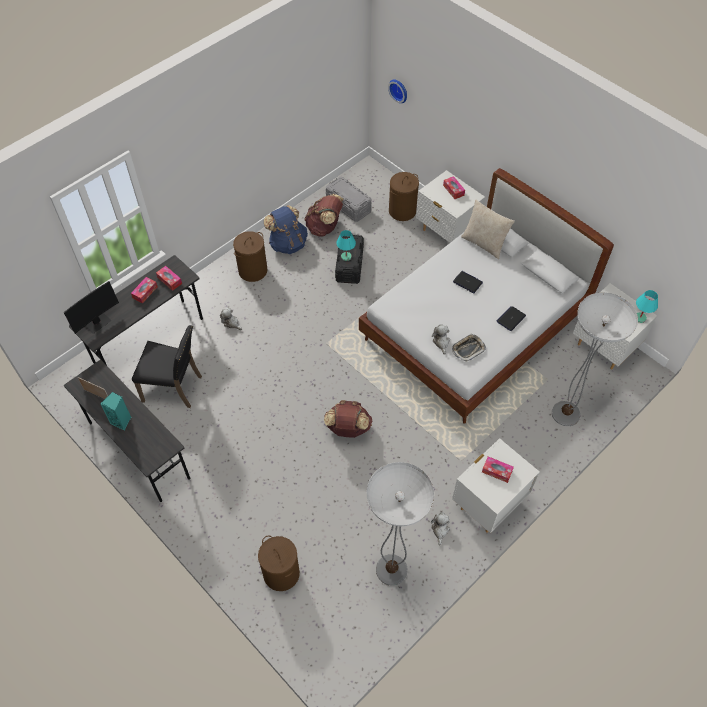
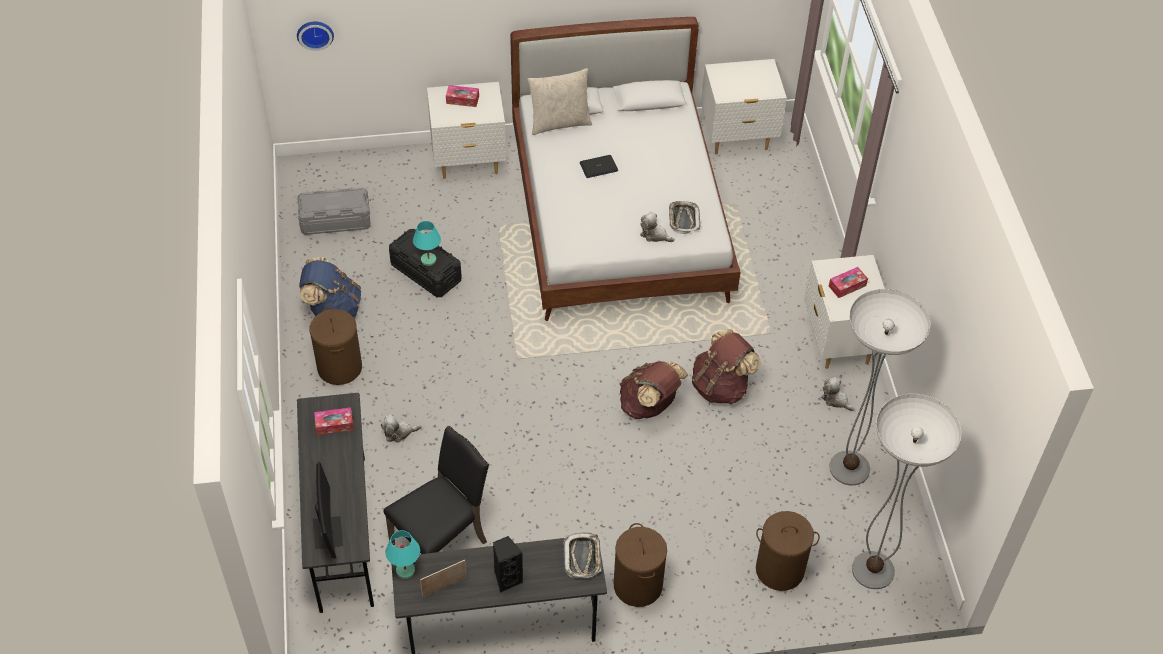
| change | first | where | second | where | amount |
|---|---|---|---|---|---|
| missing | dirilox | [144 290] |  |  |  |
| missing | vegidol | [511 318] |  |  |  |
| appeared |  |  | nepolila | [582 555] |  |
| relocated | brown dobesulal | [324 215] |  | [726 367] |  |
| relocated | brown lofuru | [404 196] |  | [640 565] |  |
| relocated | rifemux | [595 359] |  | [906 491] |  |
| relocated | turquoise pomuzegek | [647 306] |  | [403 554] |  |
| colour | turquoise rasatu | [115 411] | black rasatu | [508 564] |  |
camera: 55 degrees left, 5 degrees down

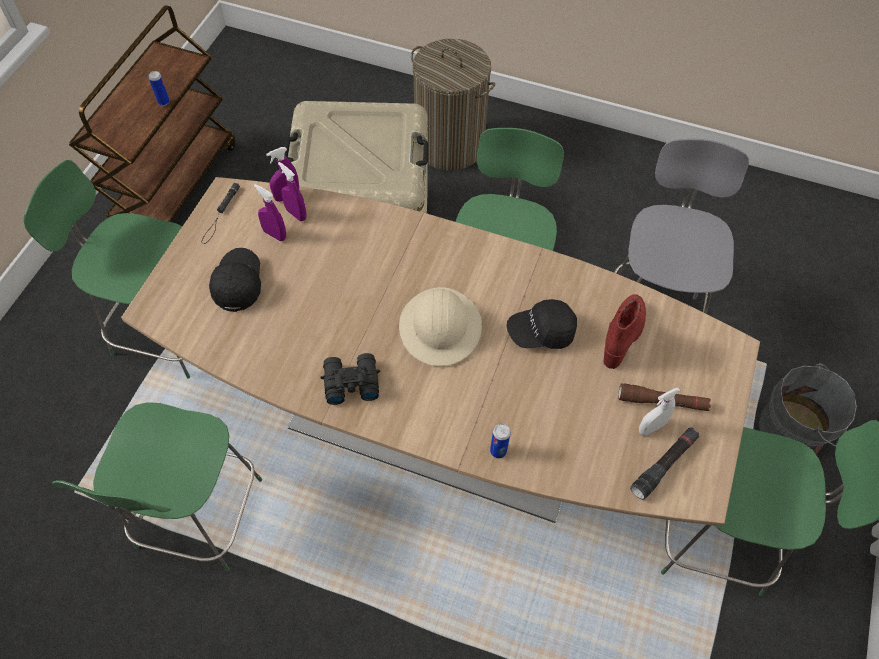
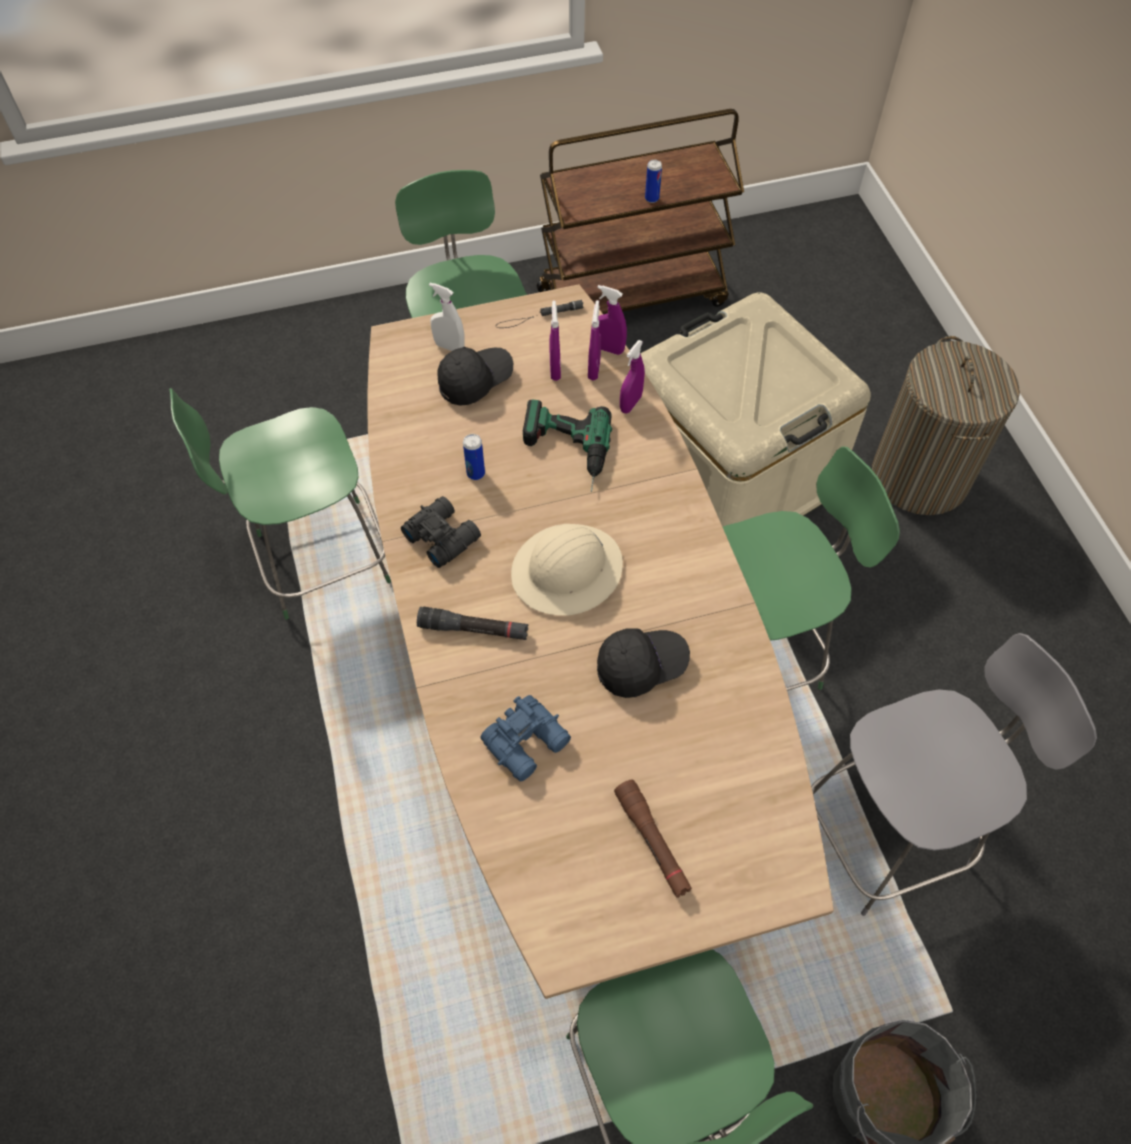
| change | first | where | second | where | amount |
|---|---|---|---|---|---|
| missing | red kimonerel | [625 331] |  |  |  |
| appeared |  |  | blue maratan | [525 738] |  |
| appeared |  |  | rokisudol | [567 446] |  |
| appeared |  |  | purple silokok | [632 377] |  |
| relocated | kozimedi | [500 441] |  | [474 457] |  |
| relocated | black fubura | [664 463] |  | [472 623] |  |
| relocated | white silokok | [659 411] |  | [446 317] |  |
| spun | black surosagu | [542 324] |  | [643 663] | 120 degrees clockwise |
camera: 55 degrees right, 0 degrees up

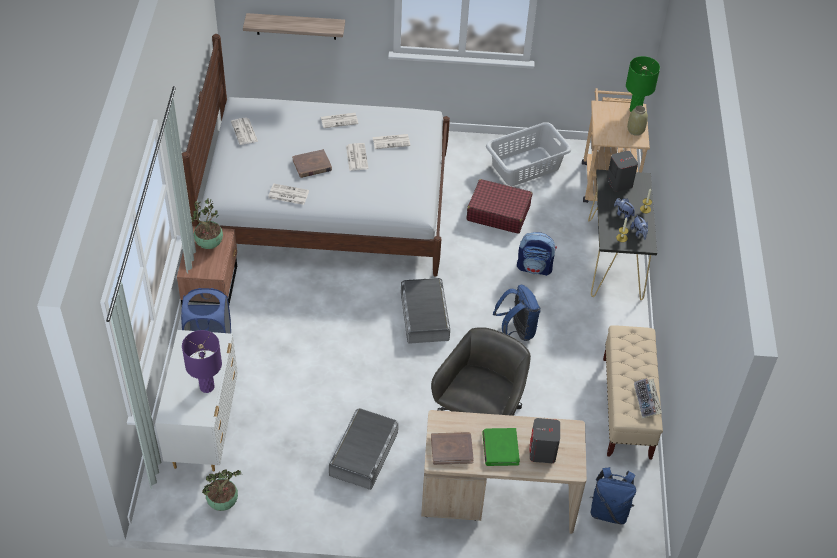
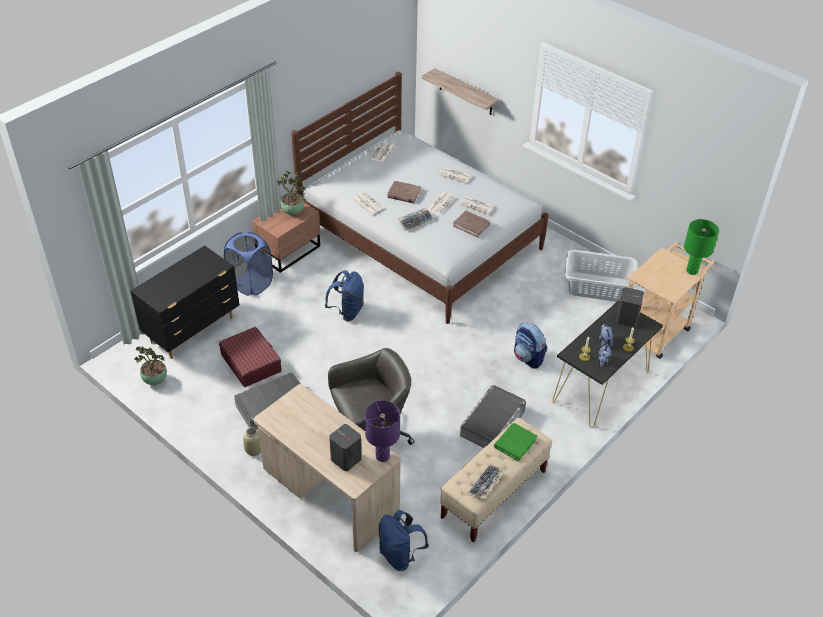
| change | first | where | second | where | amount |
|---|---|---|---|---|---|
| appeared |  |  | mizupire | [415 219] |  |
| relocated | purple pomuzegek | [202 361] |  | [382 431] |  |
| relocated | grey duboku | [425 311] |  | [493 416] |  |
| relocated | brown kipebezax | [452 448] |  | [471 224] |  |
| relocated | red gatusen | [499 206] |  | [250 357] |  |
| relocated | green kipebezax | [501 447] |  | [515 442] |  |
| relocated | blue dobesulal | [517 313] |  | [344 295] |  |
| relocated | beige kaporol | [637 120] |  | [252 441] |  |
| colour | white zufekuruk | [196 400] | black zufekuruk | [185 302] |  |
camera: 40 degrees right, 5 degrees down

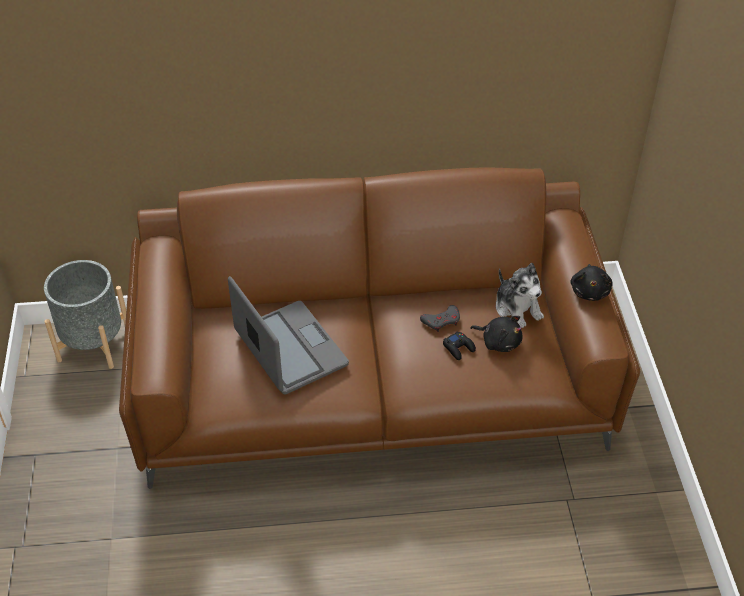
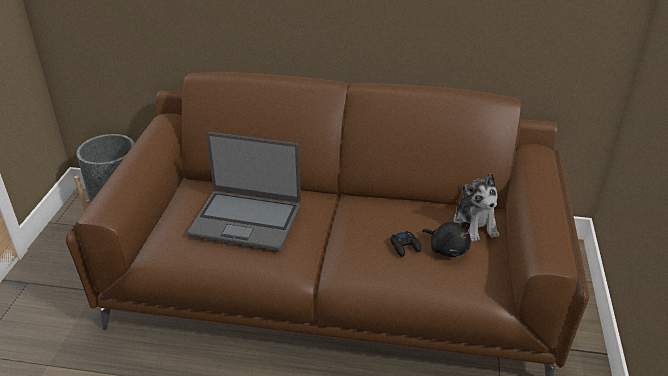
| change | first | where | second | where | amount |
|---|---|---|---|---|---|
| missing | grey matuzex | [440 318] |  |  |  |
| missing | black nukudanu | [591 282] |  |  |  |
| spun | vegidol | [288 335] |  | [244 191] | 120 degrees clockwise |
camera: 15 degrees right, 10 degrees down

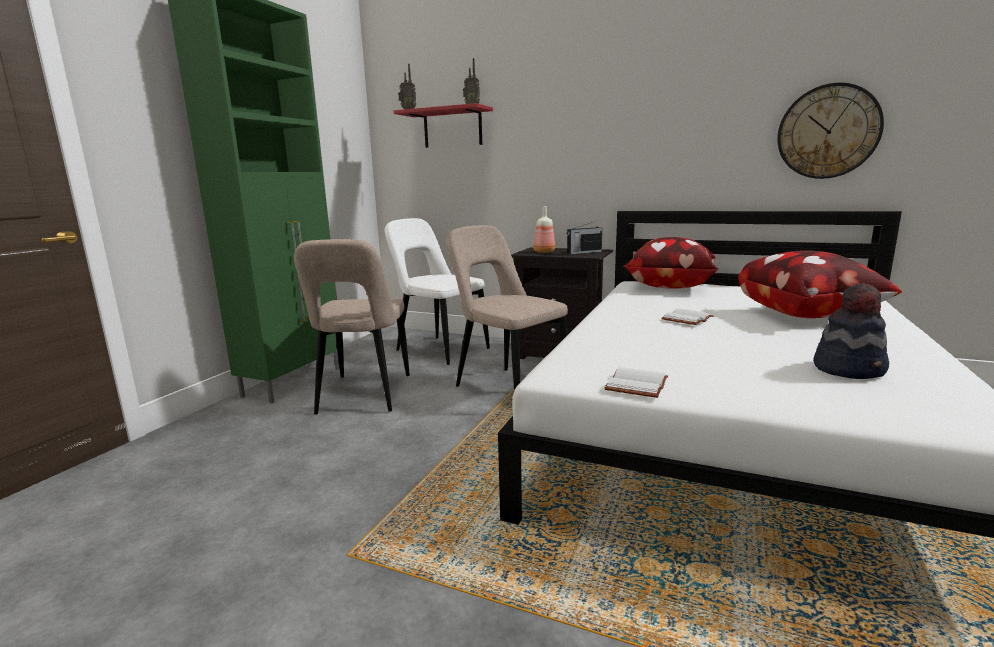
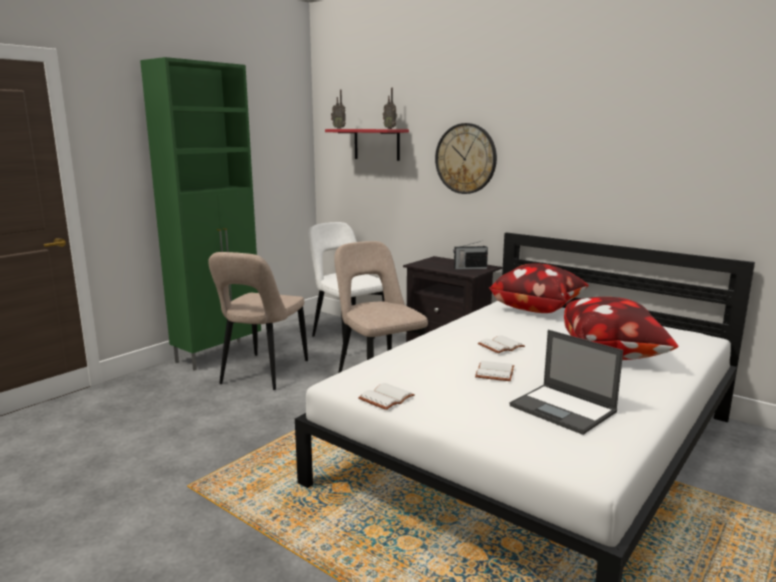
| change | first | where | second | where | amount |
|---|---|---|---|---|---|
| missing | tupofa | [544 229] |  |  |  |
| appeared |  |  | white kipebezax | [494 371] |  |
| relocated | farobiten | [830 130] |  | [466 158] |  |
| exchanged | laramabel | [851 331] | vegidol | [566 382] |  |
camera: 15 degrees right, 0 degrees up

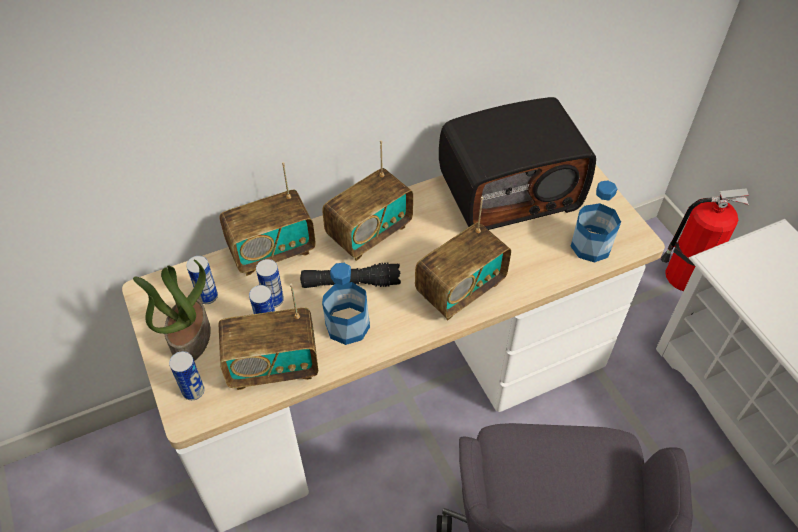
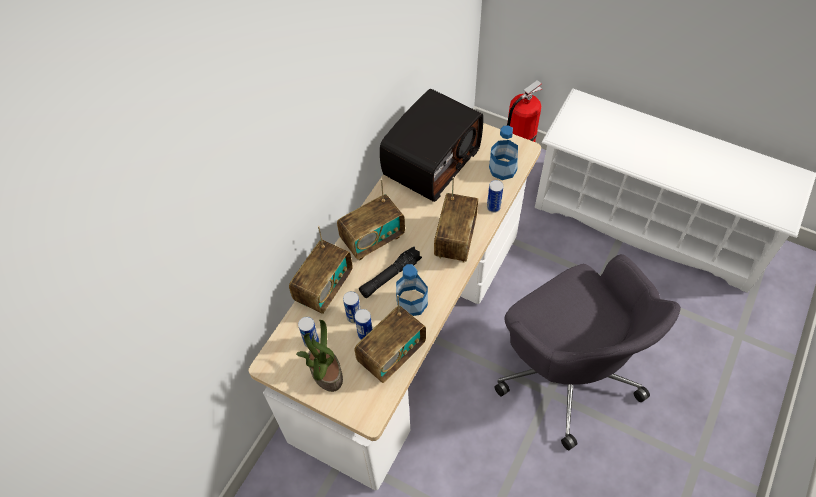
| change | first | where | second | where | amount |
|---|---|---|---|---|---|
| relocated | kozimedi | [187 375] |  | [495 196] |  |
| spun | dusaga | [367 200] |  | [371 219] | 45 degrees clockwise |
camera: 35 degrees left, 5 degrees up

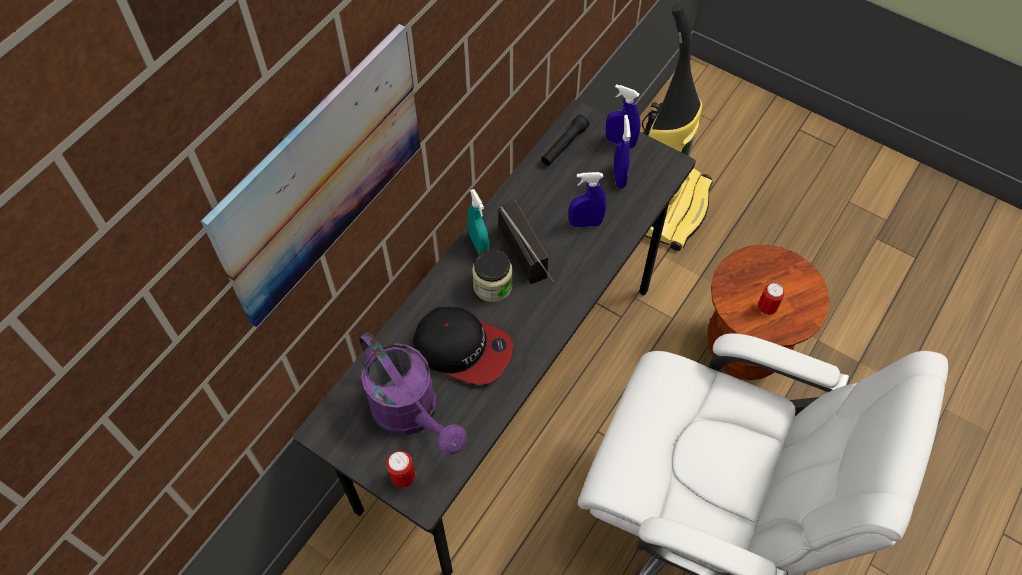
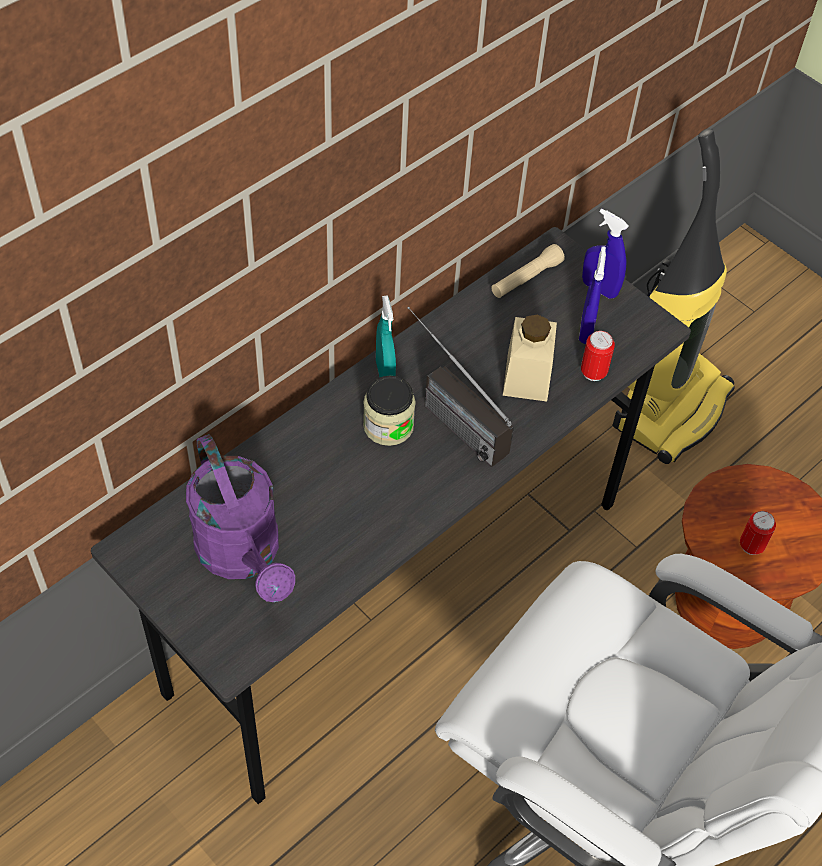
| change | first | where | second | where | amount |
|---|---|---|---|---|---|
| missing | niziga | [310 175] |  |  |  |
| missing | surosagu | [463 346] |  |  |  |
| relocated | kozimedi | [400 469] |  | [598 356] |  |
| exchanged | blue silokok | [587 199] | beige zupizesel | [530 358] |  |
| colour | black fubura | [565 140] | beige fubura | [528 271] |  |
| spun | dusaga | [526 242] |  | [461 387] | 150 degrees clockwise |
camera: 10 degrees right, 5 degrees down

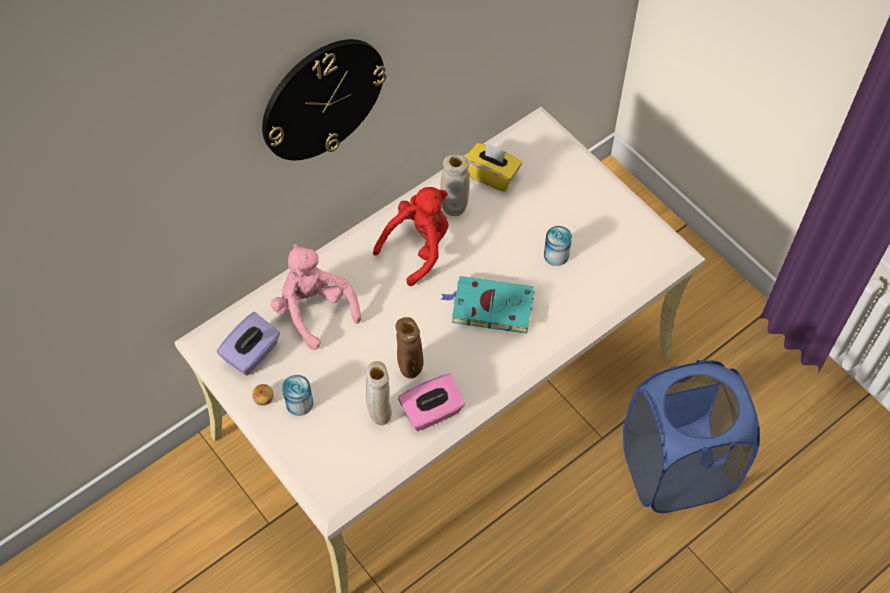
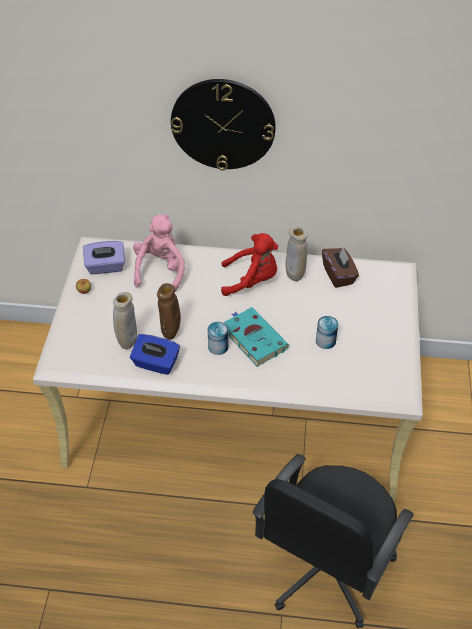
| change | first | where | second | where | amount |
|---|---|---|---|---|---|
| relocated | kozimedi | [297 395] |  | [218 338] |  |
| exchanged | blue lofuru | [691 436] | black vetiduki | [333 541] |  |
| colour | pink dirilox | [431 402] | blue dirilox | [155 354] |  |
| colour | yellow dirilox | [493 167] | brown dirilox | [340 267] |  |
camera: 45 degrees right, 10 degrees down

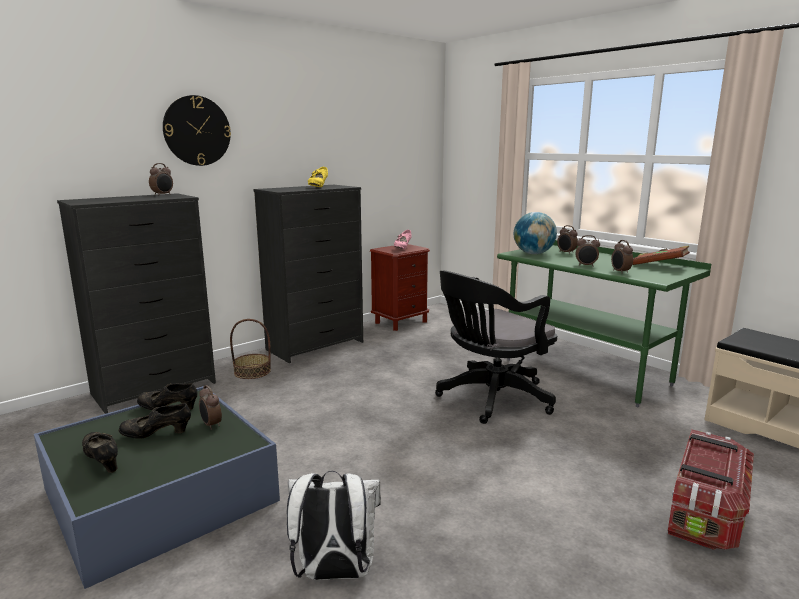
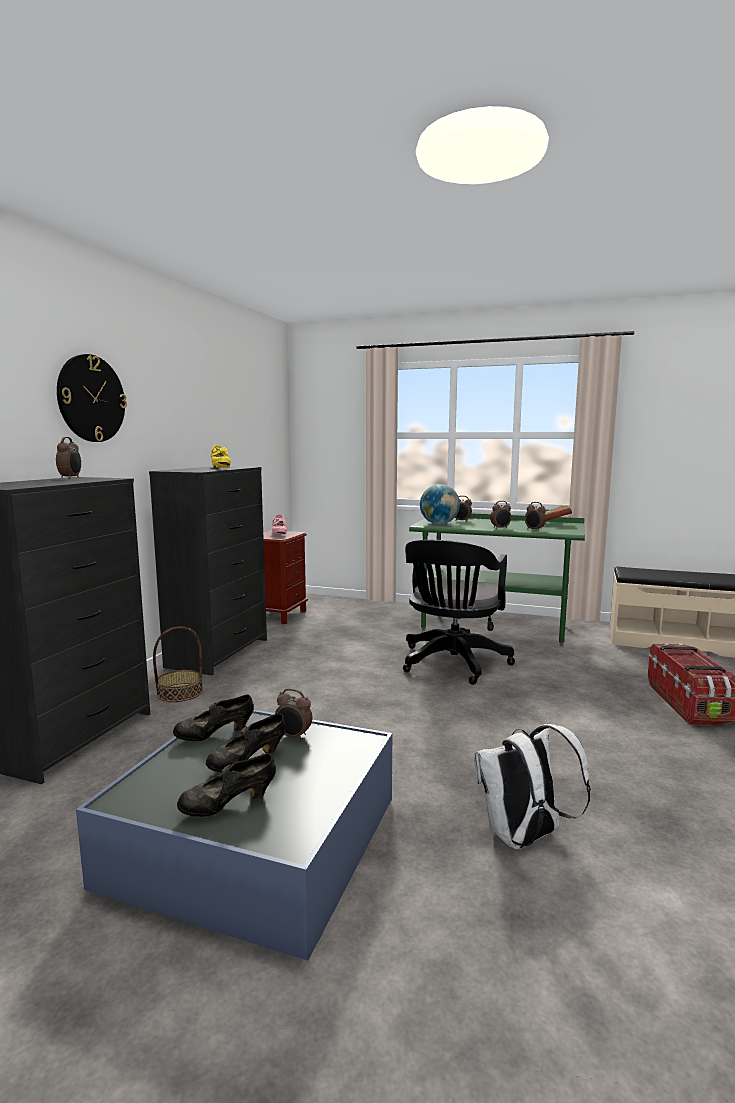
| change | first | where | second | where | amount |
|---|---|---|---|---|---|
| spun | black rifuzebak | [100 452] |  | [226 785] | 45 degrees counterclockwise |
camera: 30 degrees left, 5 degrees down

